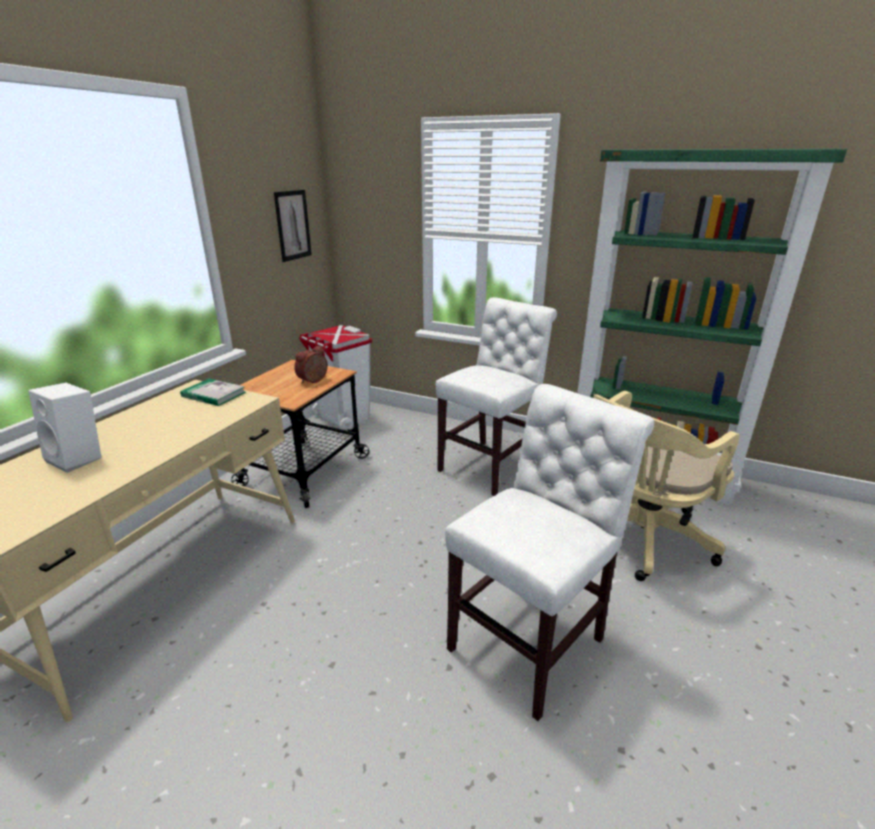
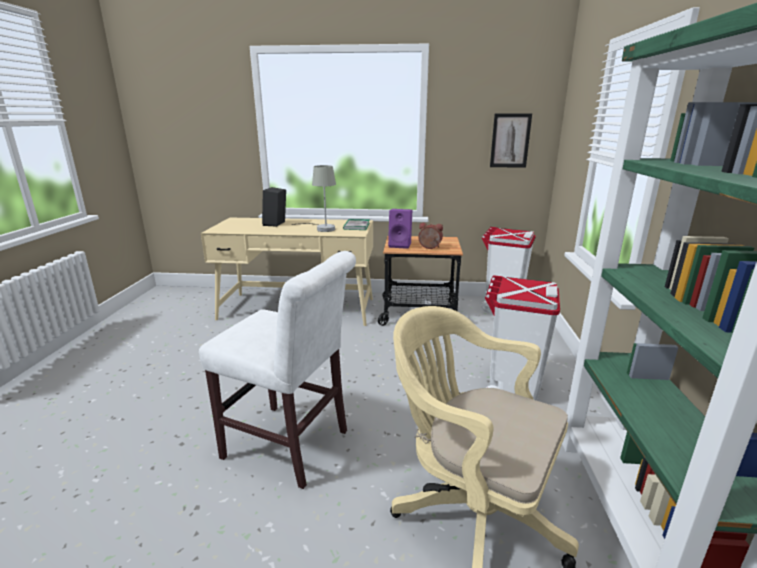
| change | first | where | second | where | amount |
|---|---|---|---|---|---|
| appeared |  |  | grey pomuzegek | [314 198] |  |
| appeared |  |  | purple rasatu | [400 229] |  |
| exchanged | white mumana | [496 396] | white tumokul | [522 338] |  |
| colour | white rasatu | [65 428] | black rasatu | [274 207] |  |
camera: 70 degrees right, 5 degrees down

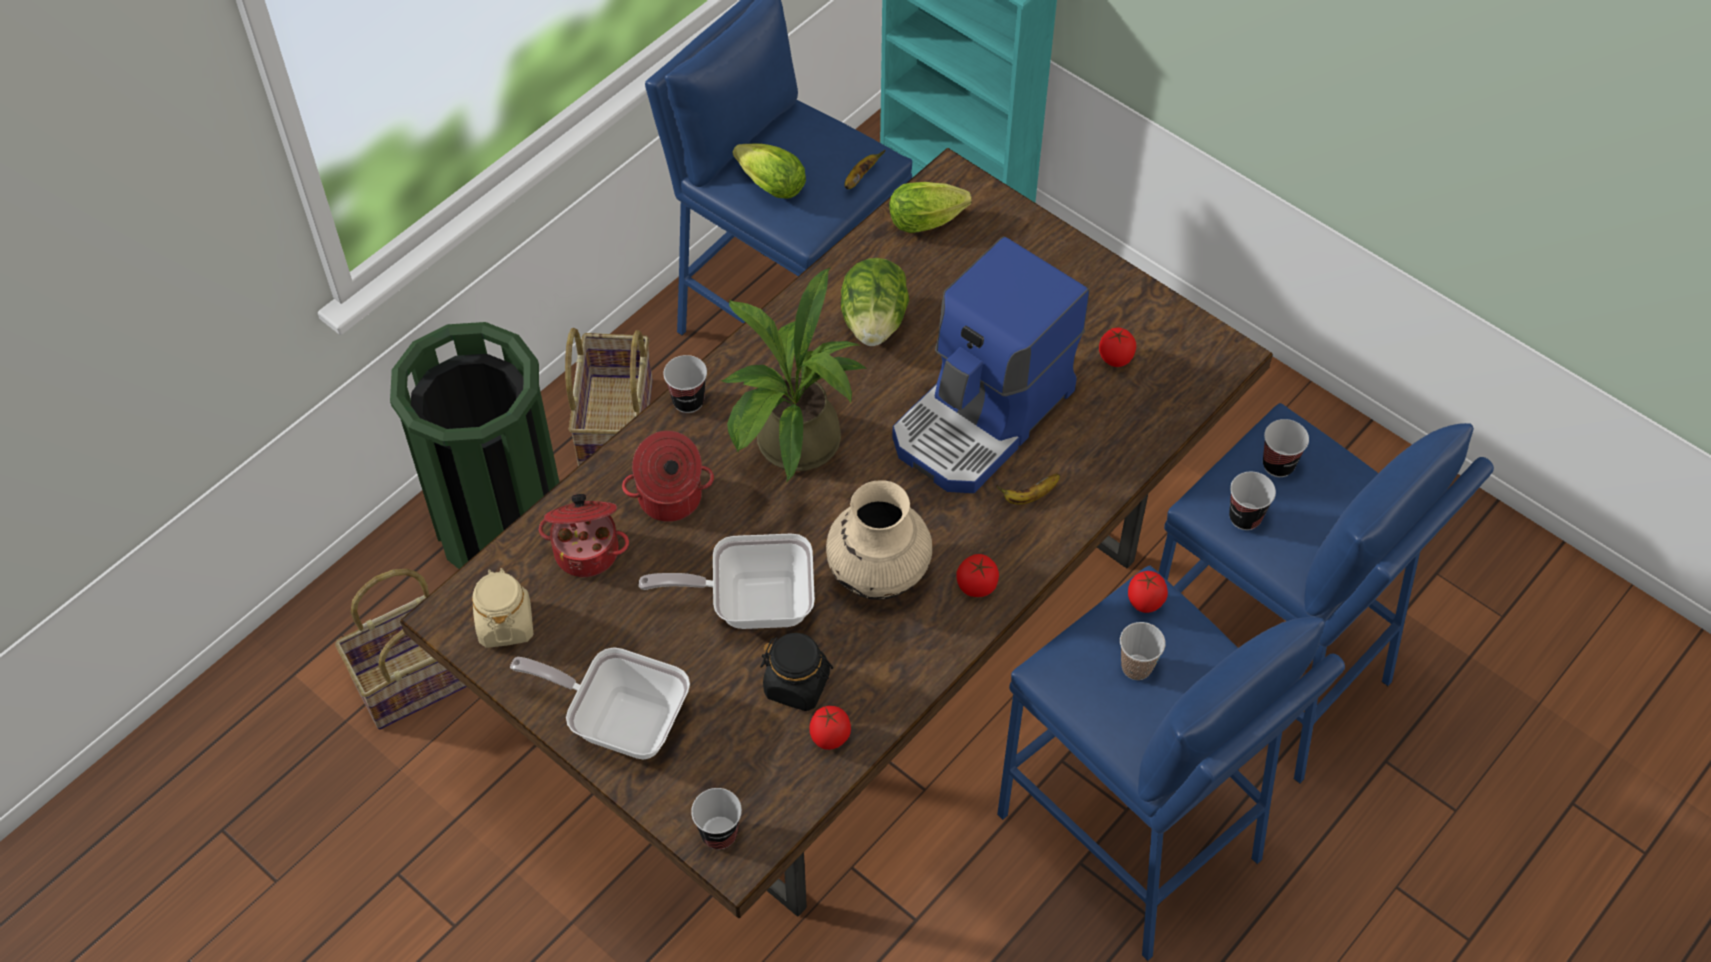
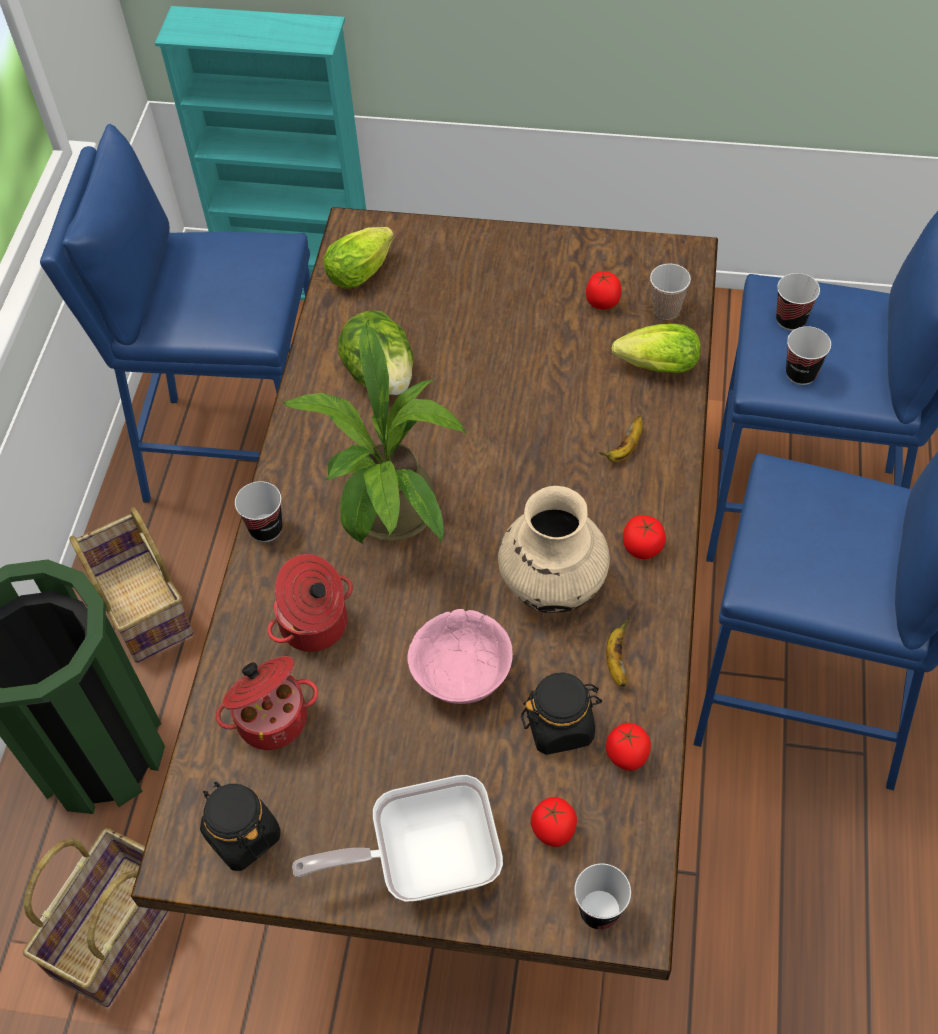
| change | first | where | second | where | amount |
|---|---|---|---|---|---|
| missing | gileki | [990 364] |  |  |  |
| relocated | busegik | [769 171] |  | [656 348] |  |
| relocated | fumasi | [865 169] |  | [617 651] |  |
| relocated | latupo | [1142 651] |  | [670 291] |  |
| relocated | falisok | [1148 592] |  | [554 822] |  |
| exchanged | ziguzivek | [727 581] | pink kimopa | [460 656] |  |
| colour | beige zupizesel | [503 608] | black zupizesel | [240 826] |  |
camera: 30 degrees left, 0 degrees up

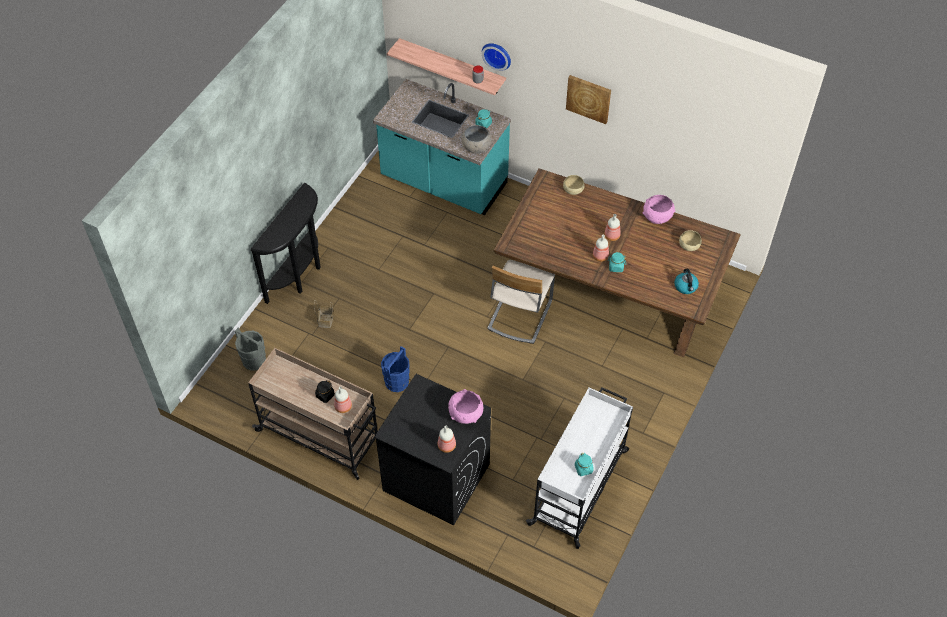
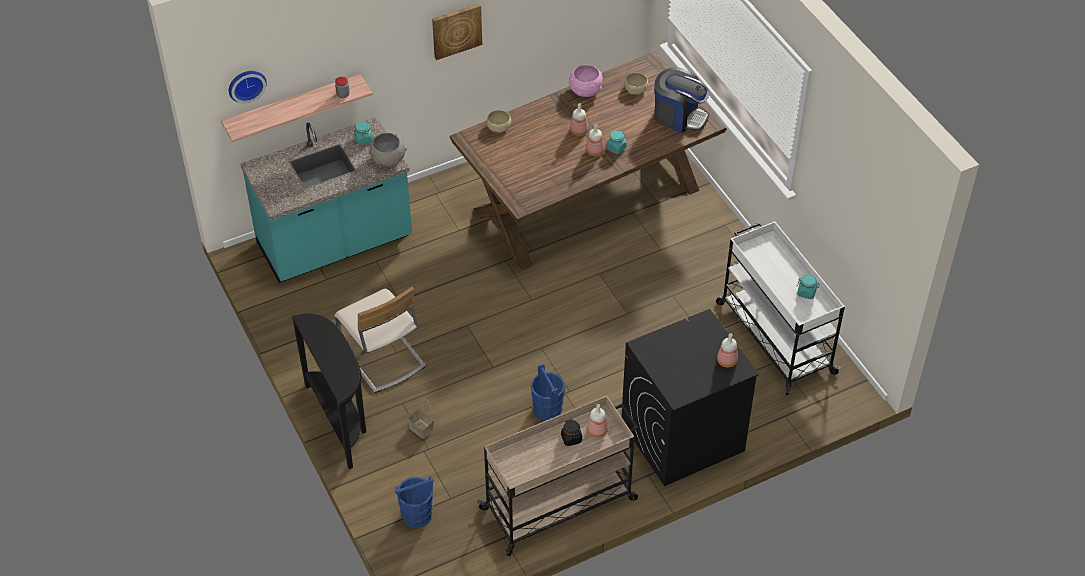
| change | first | where | second | where | amount |
|---|---|---|---|---|---|
| missing | pink kimopa | [465 406] |  |  |  |
| relocated | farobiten | [496 57] |  | [248 87] |  |
| relocated | beige mumana | [521 302] |  | [380 340] |  |
| exchanged | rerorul | [686 281] | gileki | [681 100] |  |
| colour | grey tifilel | [250 349] | blue tifilel | [414 502] |  |
camera: 55 degrees left, 5 degrees down

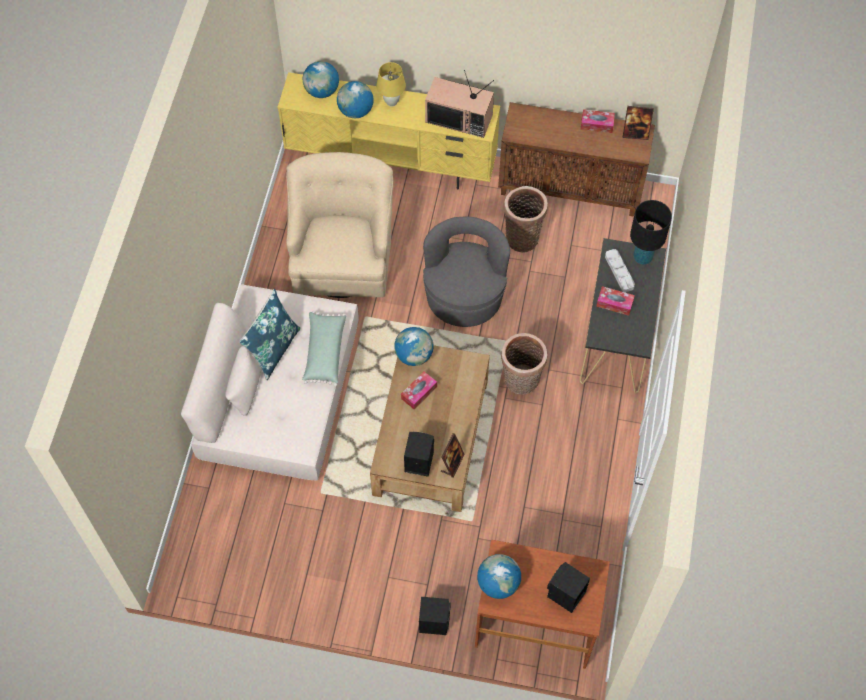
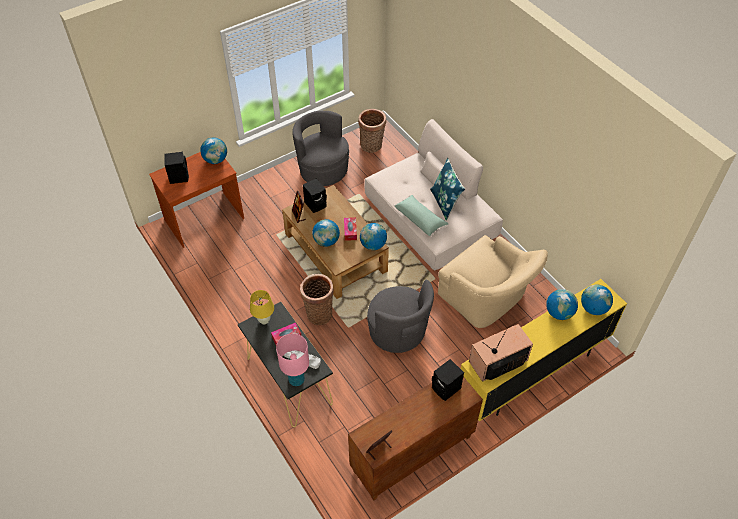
| change | first | where | second | where | amount |
|---|---|---|---|---|---|
| missing | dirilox | [598 121] |  |  |  |
| appeared |  |  | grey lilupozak | [320 148] |  |
| appeared |  |  | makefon | [326 233] |  |
| relocated | yellow pomuzegek | [391 84] |  | [262 307] |  |
| relocated | black rasatu | [435 616] |  | [448 380] |  |
| relocated | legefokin | [526 219] |  | [372 131] |  |
| colour | black pomuzegek | [651 232] | pink pomuzegek | [292 359] |  |
camera: 135 degrees right, 10 degrees down

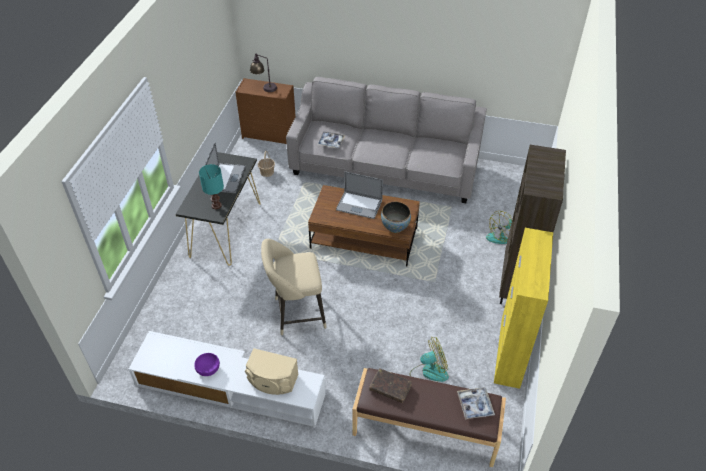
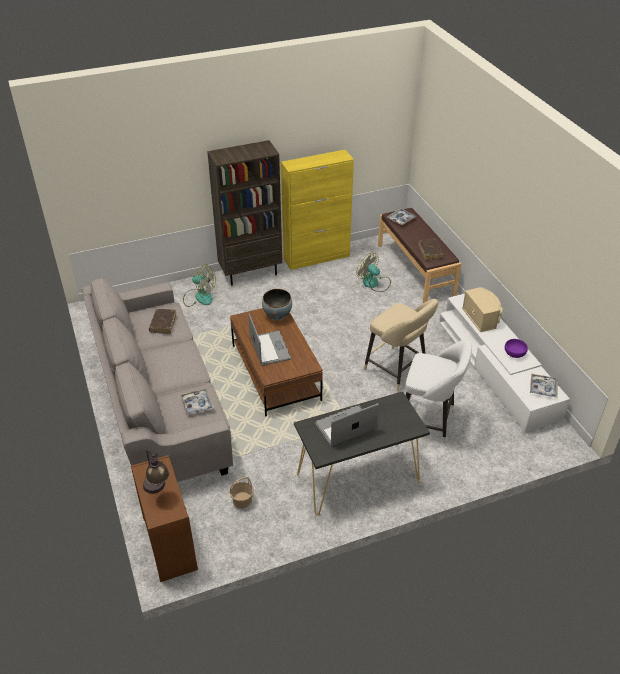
| change | first | where | second | where | amount |
|---|---|---|---|---|---|
| missing | turquoise pomuzegek | [211 186] |  |  |  |
| appeared |  |  | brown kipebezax | [162 321] |  |
| appeared |  |  | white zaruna | [438 392] |  |
| appeared |  |  | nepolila | [544 385] |  |
camera: 125 degrees left, 5 degrees down

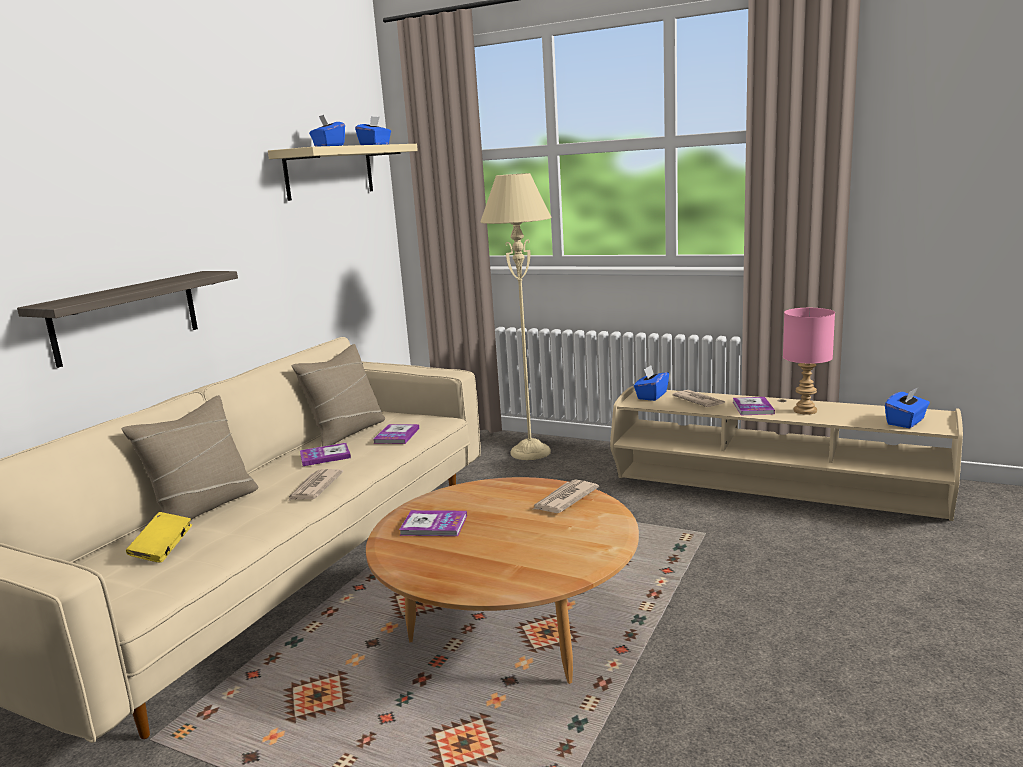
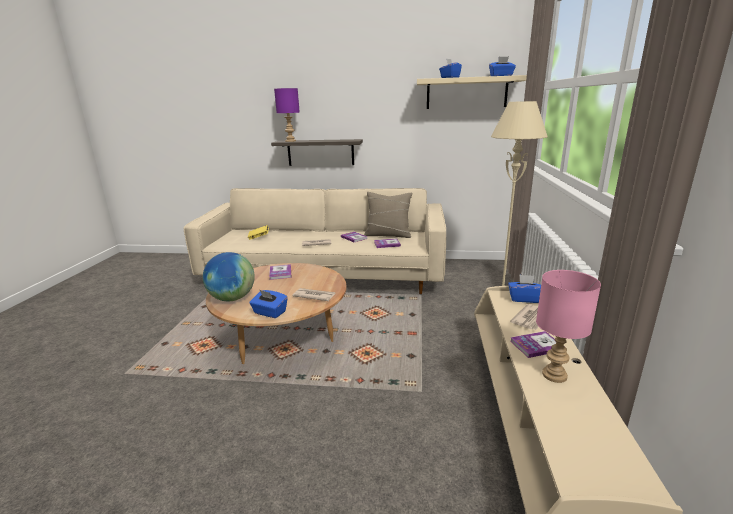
| change | first | where | second | where | amount |
|---|---|---|---|---|---|
| missing | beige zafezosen | [190 457] |  |  |  |
| appeared |  |  | makefon | [229 276] |  |
| appeared |  |  | purple pomuzegek | [287 115] |  |
| relocated | blue dirilox | [907 408] |  | [268 304] |  |
camera: 70 degrees right, 5 degrees up

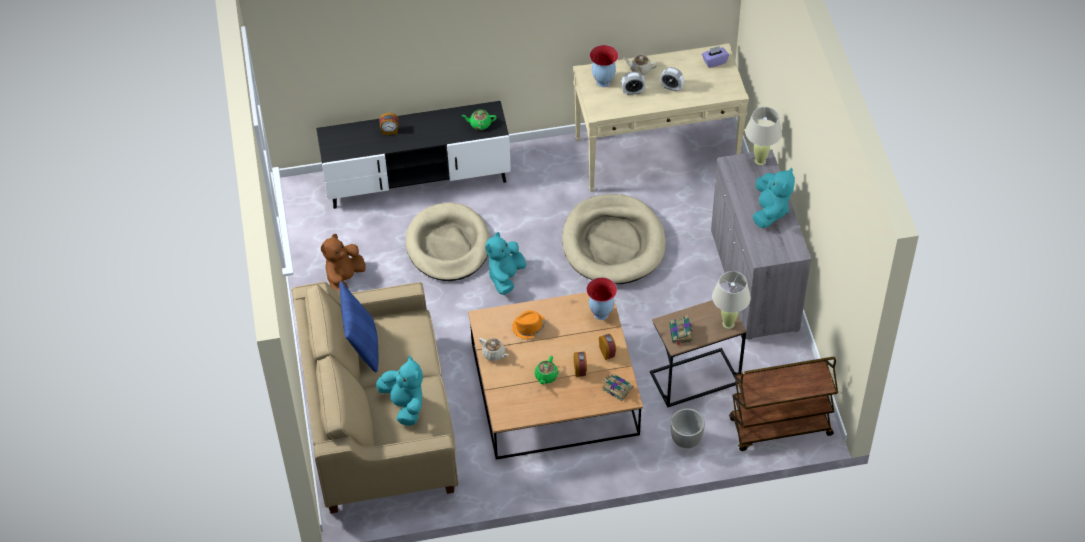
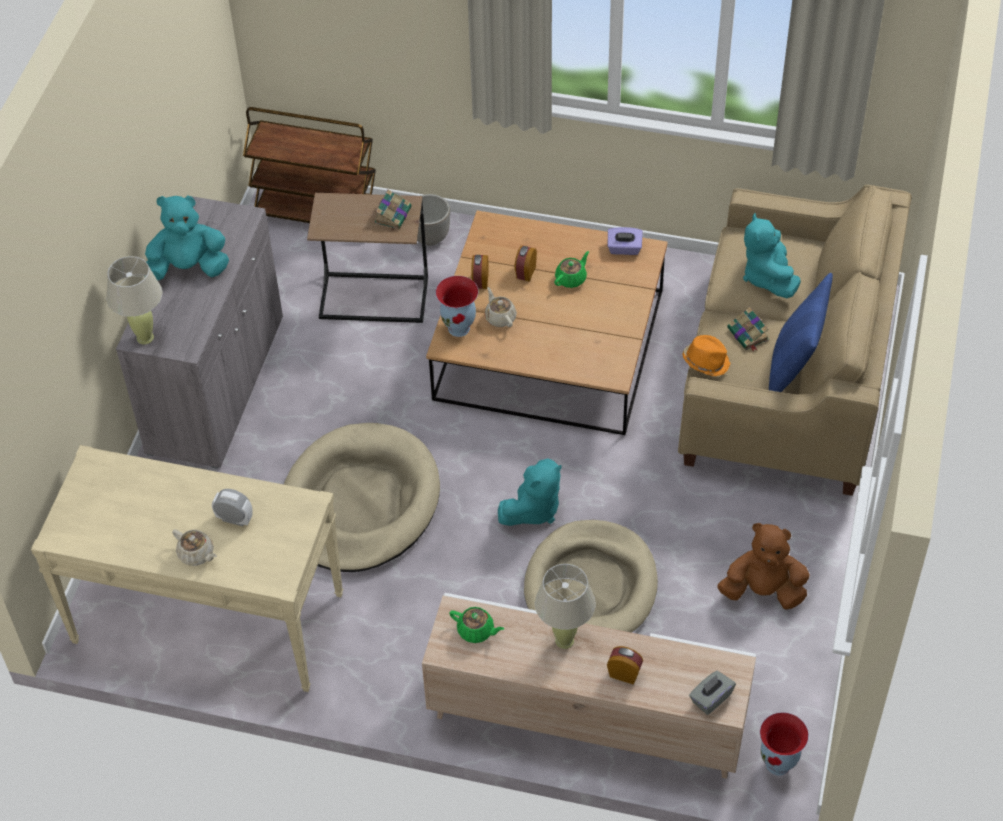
| change | first | where | second | where | amount |
|---|---|---|---|---|---|
| missing | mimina | [672 79] |  |  |  |
| appeared |  |  | grey dirilox | [712 693] |  |
| relocated | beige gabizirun | [494 349] |  | [500 307] |  |
| relocated | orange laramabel | [529 325] |  | [706 355] |  |
| relocated | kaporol | [604 66] |  | [784 744] |  |
| relocated | kipebezax | [617 387] |  | [748 329] |  |
| relocated | purple dirilox | [715 57] |  | [625 241] |  |
| relocated | beige pomuzegek | [731 300] |  | [565 606] |  |
| colour | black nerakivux | [413 155] | beige nerakivux | [589 686] |  |
| spun | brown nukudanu | [343 263] |  | [763 566] | 135 degrees counterclockwise |
| spun | turquoise nukudanu | [774 197] |  | [187 237] | 45 degrees clockwise |
camera: 155 degrees left, 0 degrees up

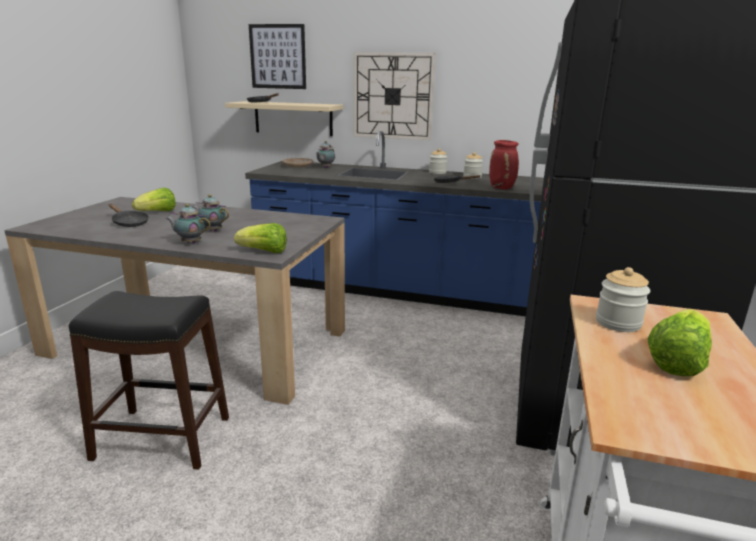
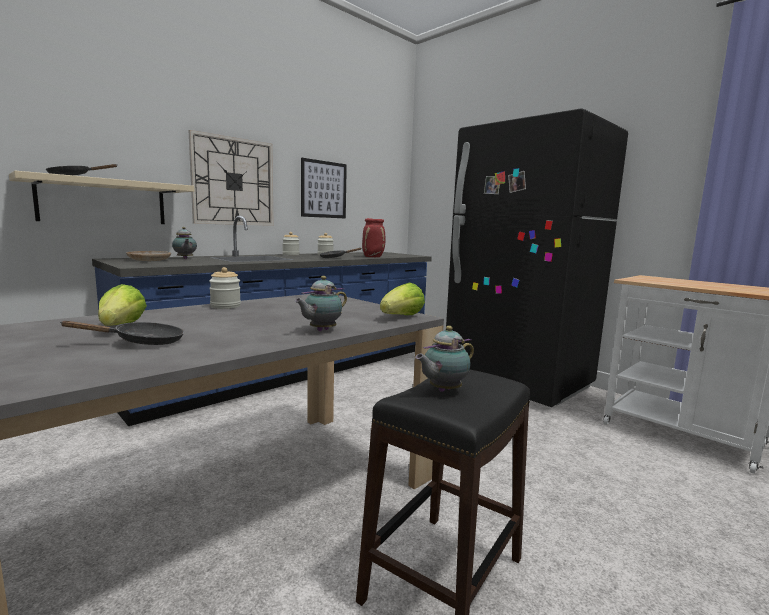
| change | first | where | second | where | amount |
|---|---|---|---|---|---|
| missing | busegik | [679 342] |  |  |  |
| relocated | gabizirun | [211 213] |  | [444 359] |  |
| relocated | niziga | [277 56] |  | [324 188] |  |
| relocated | zupizesel | [623 299] |  | [225 288] |  |
camera: 60 degrees left, 10 degrees down

